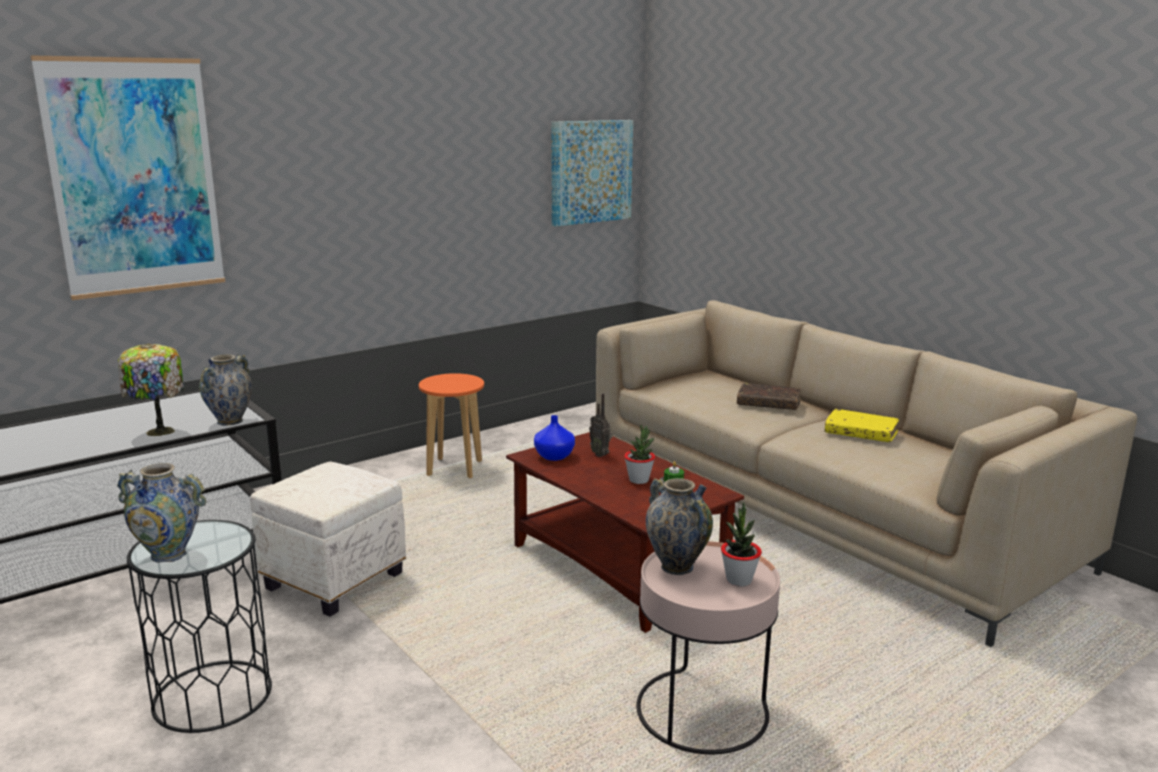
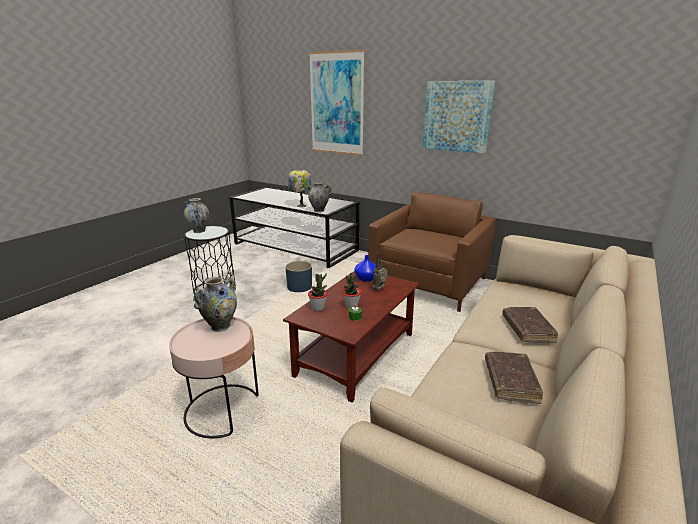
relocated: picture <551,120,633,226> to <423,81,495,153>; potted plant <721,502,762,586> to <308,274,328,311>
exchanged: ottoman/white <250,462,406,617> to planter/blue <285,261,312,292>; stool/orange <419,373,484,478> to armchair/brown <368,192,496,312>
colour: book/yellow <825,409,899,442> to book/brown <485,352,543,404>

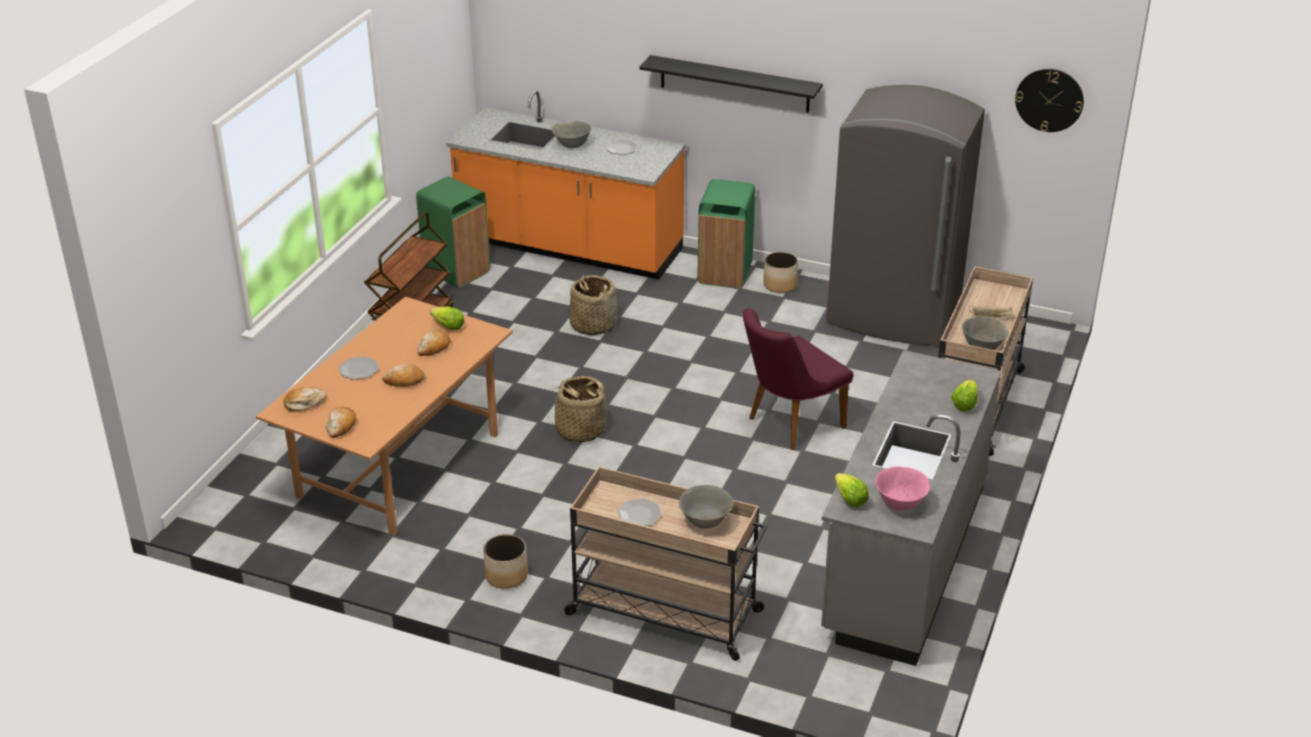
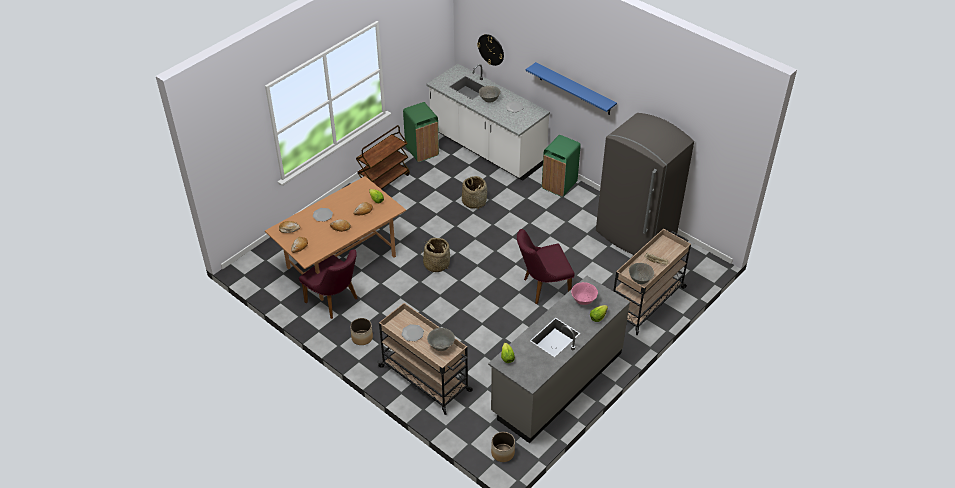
appeared: chair/purple <299,249,357,319>
relocated: planter <763,252,798,293> to <491,432,515,462>; bowl/pink <875,466,930,511> to <571,282,598,305>; wall clock <1015,69,1084,132> to <477,34,504,66>
colour: counter/orange <446,90,686,279> to counter/white <426,64,550,181>; shelf/black <639,55,823,113> to shelf/blue <526,62,617,115>

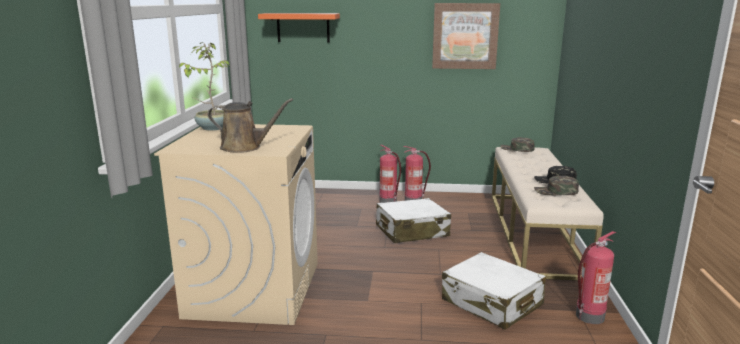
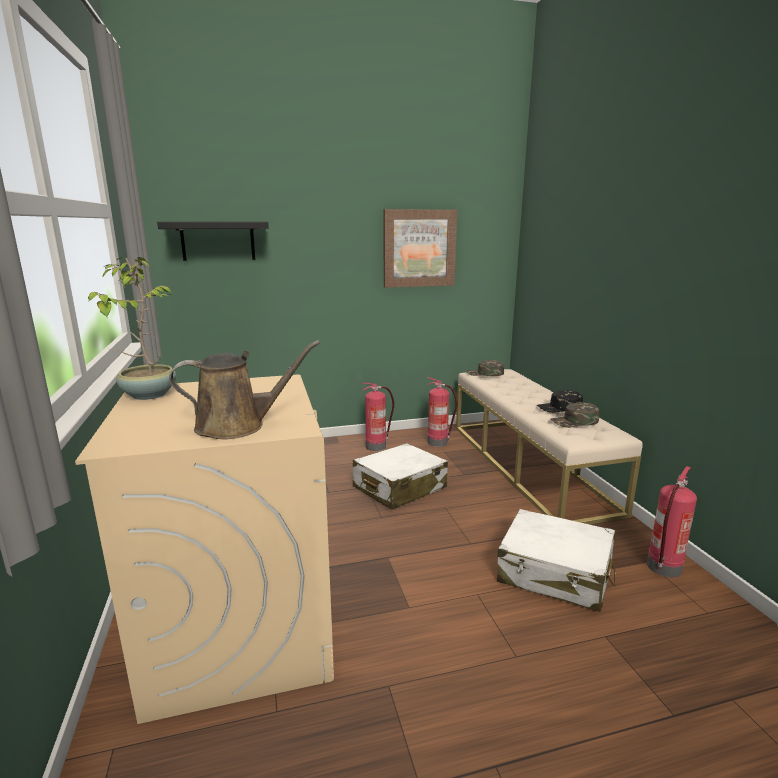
relocated: fire extinguisher <379,145,401,203> to <427,377,457,447>
colour: shelf/orange <258,13,340,42> to shelf/black <157,222,269,261>

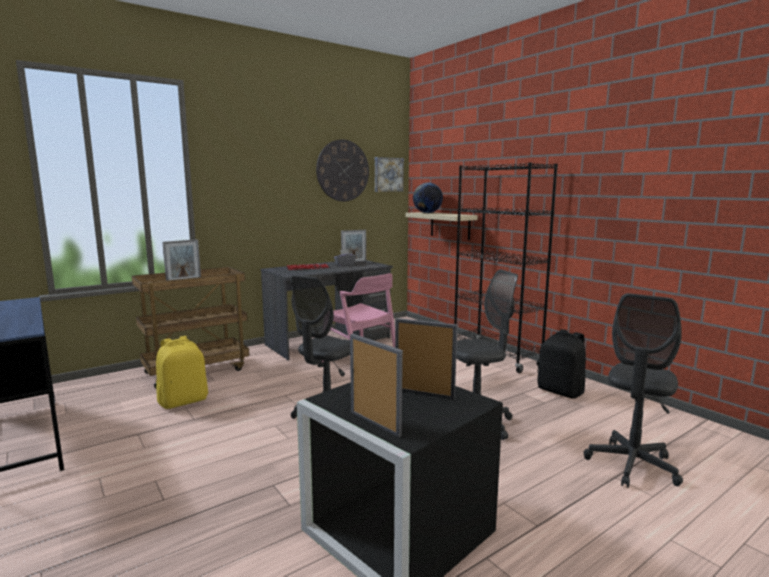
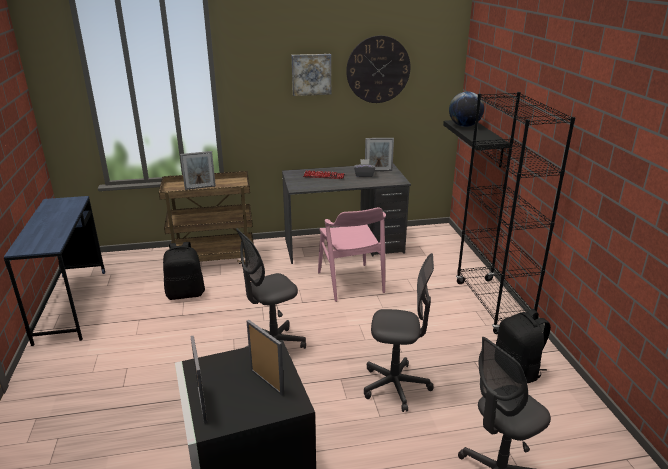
relocated: picture <375,157,404,192> to <291,54,331,96>
colour: backpack/yellow <156,336,208,409> to backpack/black <163,242,205,300>; shelf/beige <405,212,478,240> to shelf/black <443,120,510,168>

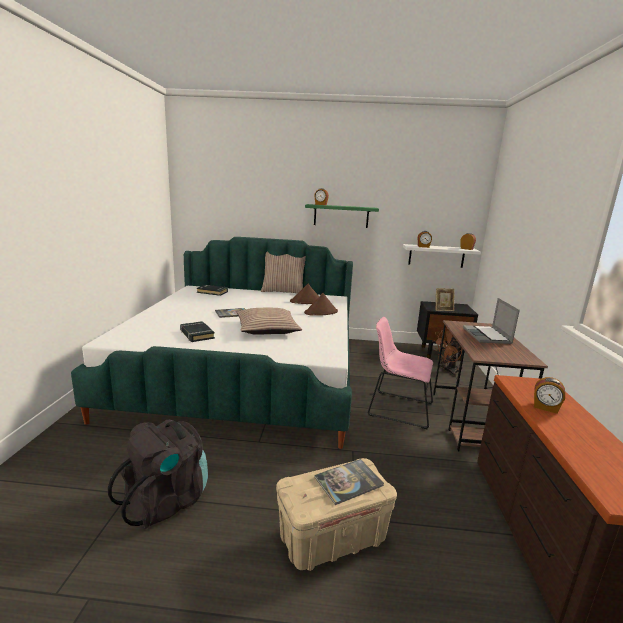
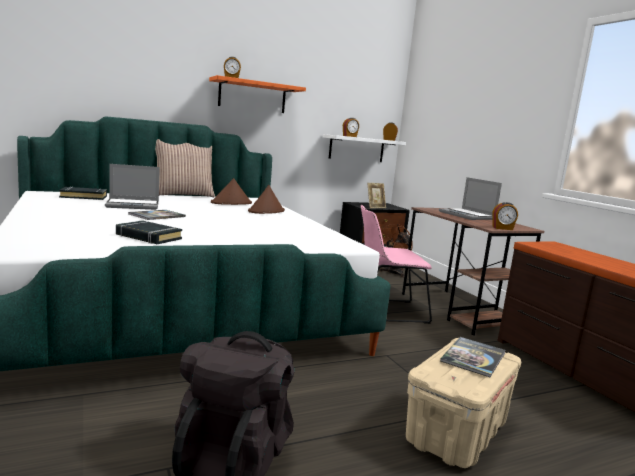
missing: pillow <237,308,302,335>
appeared: laptop <105,164,160,210>
relocated: alarm clock <534,377,565,414> to <492,202,518,230>
colour: shelf/green <305,204,379,228> to shelf/orange <209,75,306,113>

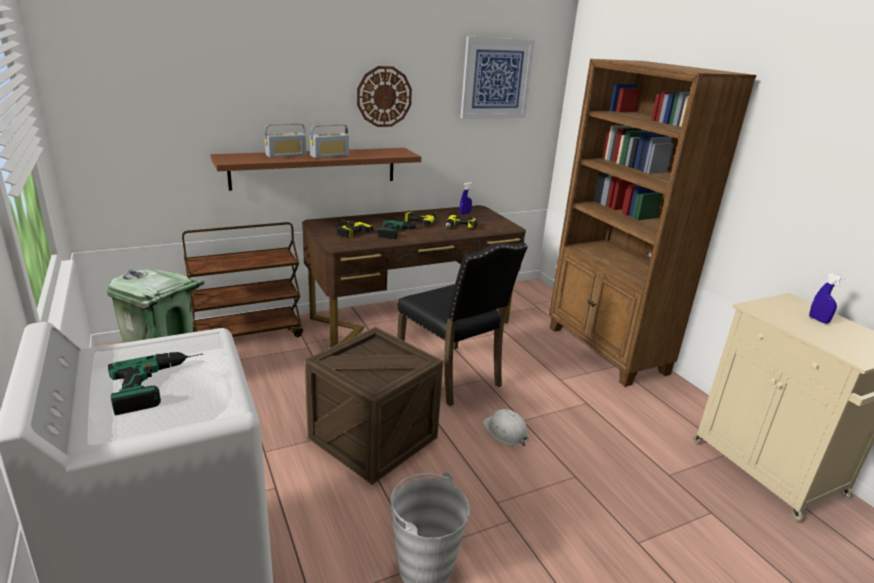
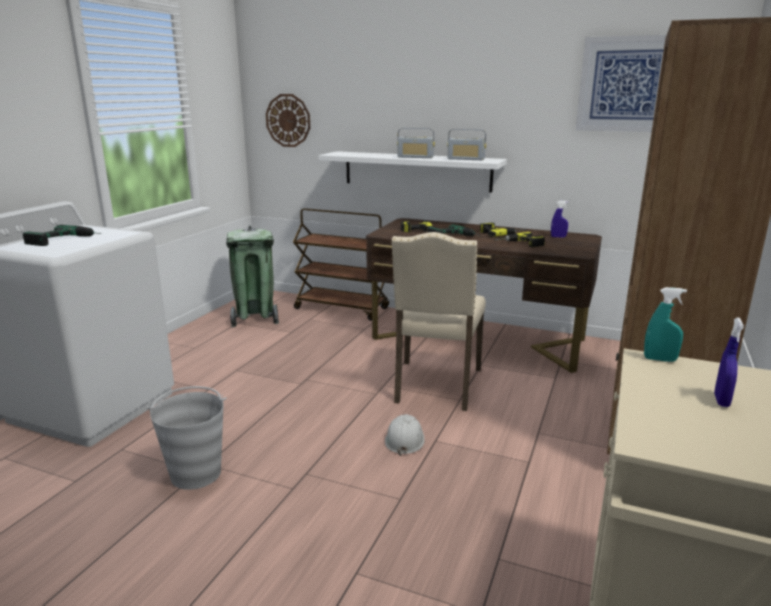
missing: crate <305,327,443,485>
appeared: spray bottle/turquoise <644,287,687,362>
relocated: radio <264,123,306,158> to <447,129,486,160>; wall clock <357,66,412,127> to <266,94,310,147>
colour: shelf/brown <211,148,421,191> to shelf/white <318,151,507,193>; chair/black <397,242,528,406> to chair/beige <391,232,486,411>

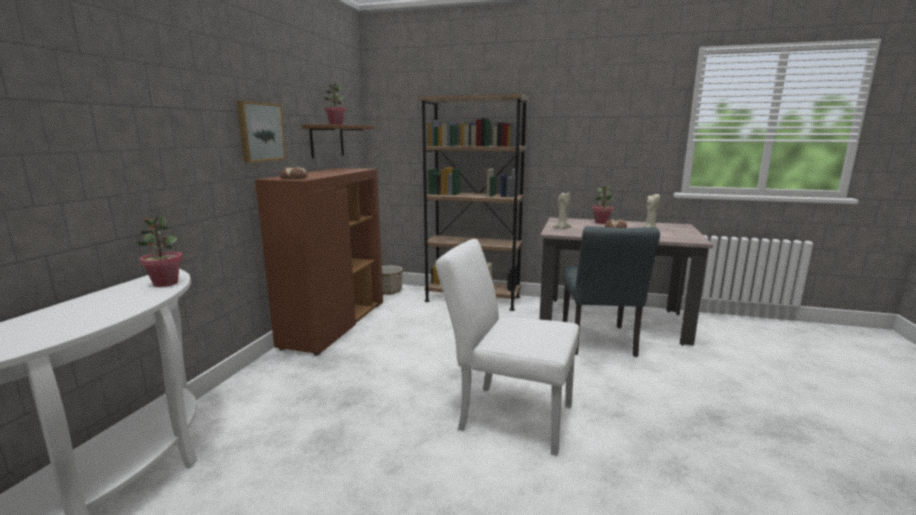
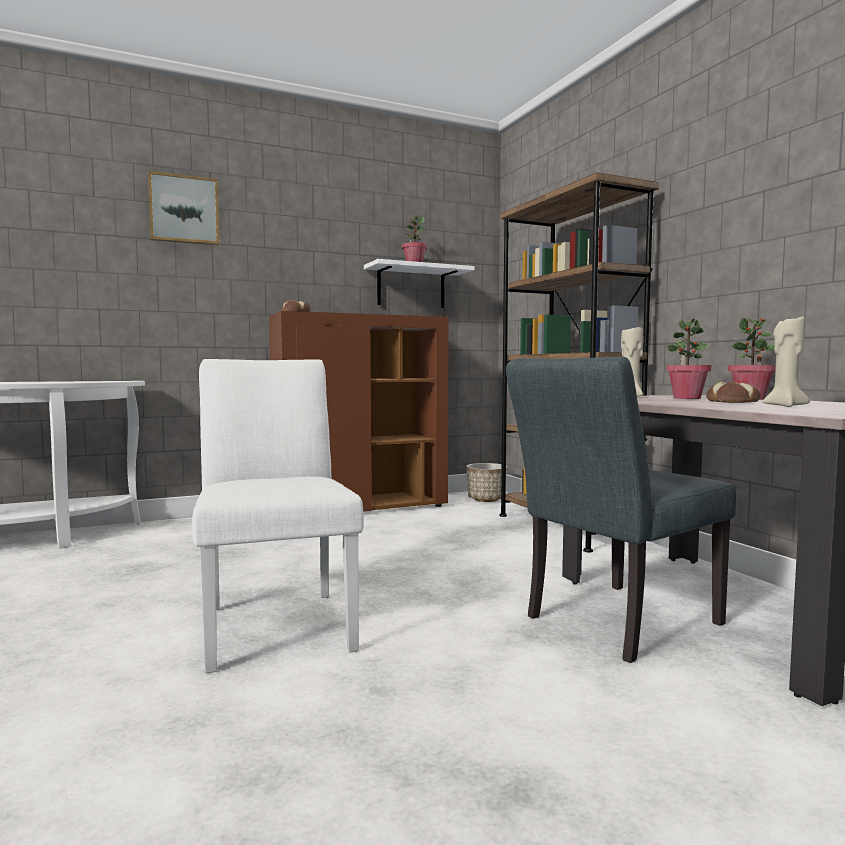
relocated: potted plant <137,215,183,287> to <666,319,711,399>; picture <237,101,286,163> to <148,171,219,245>
colour: shelf/brown <302,125,374,158> to shelf/white <364,259,474,308>

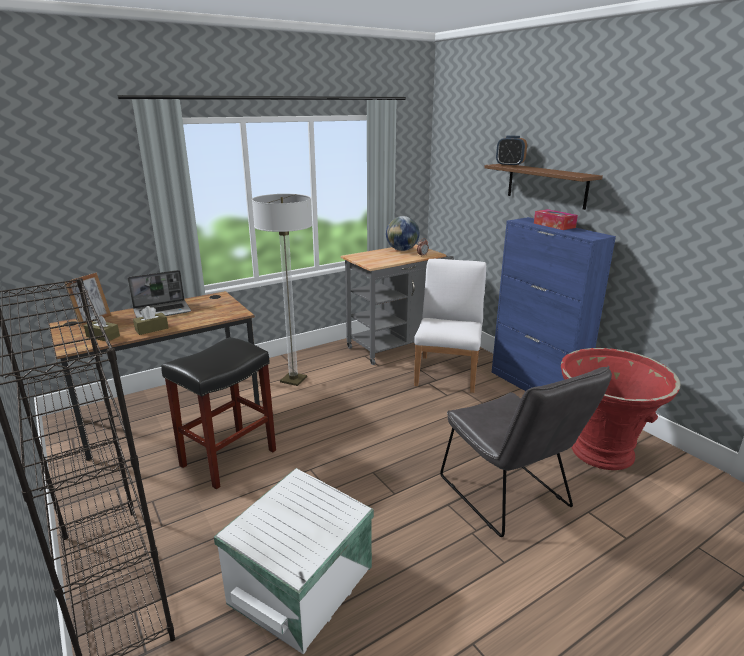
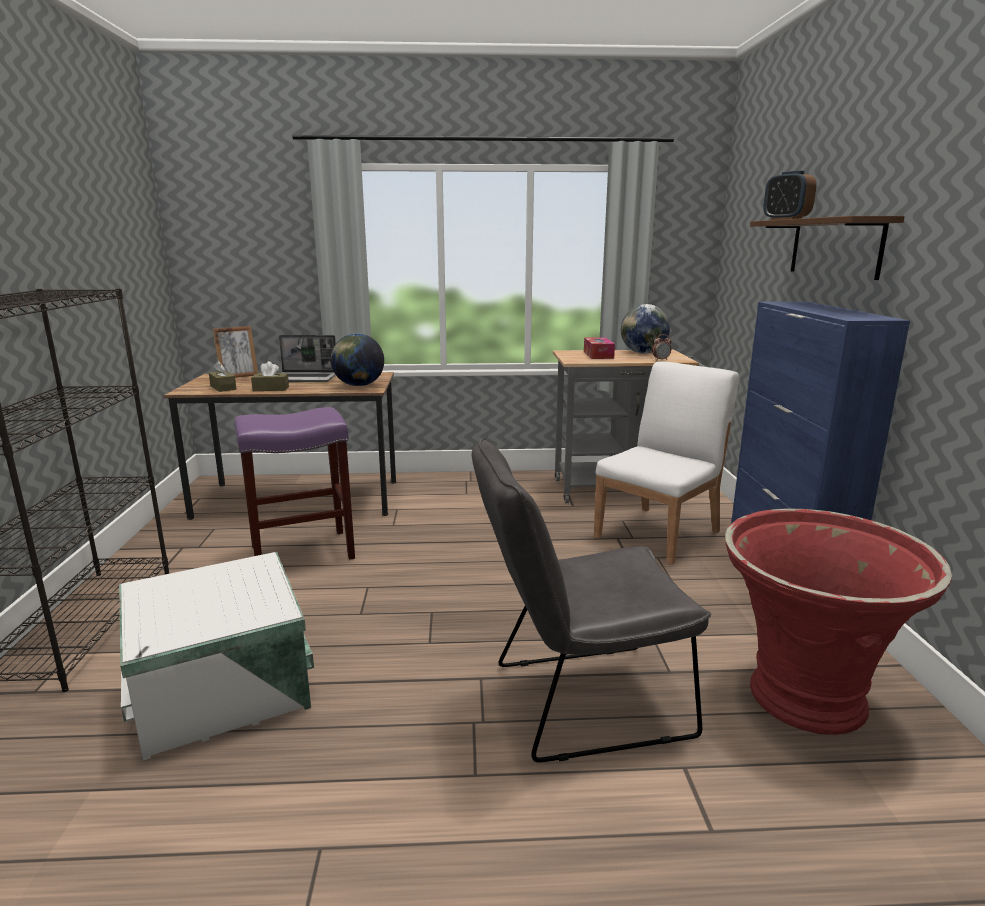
missing: floor lamp <252,194,313,386>
appeared: globe <331,334,384,386>
relocated: tissue box <534,209,578,230> to <584,337,615,359>
colour: stool/black <161,337,276,489> to stool/purple <234,407,355,560>
spun: chair/grey <440,366,612,537> = <472,438,711,763> 75 degrees clockwise

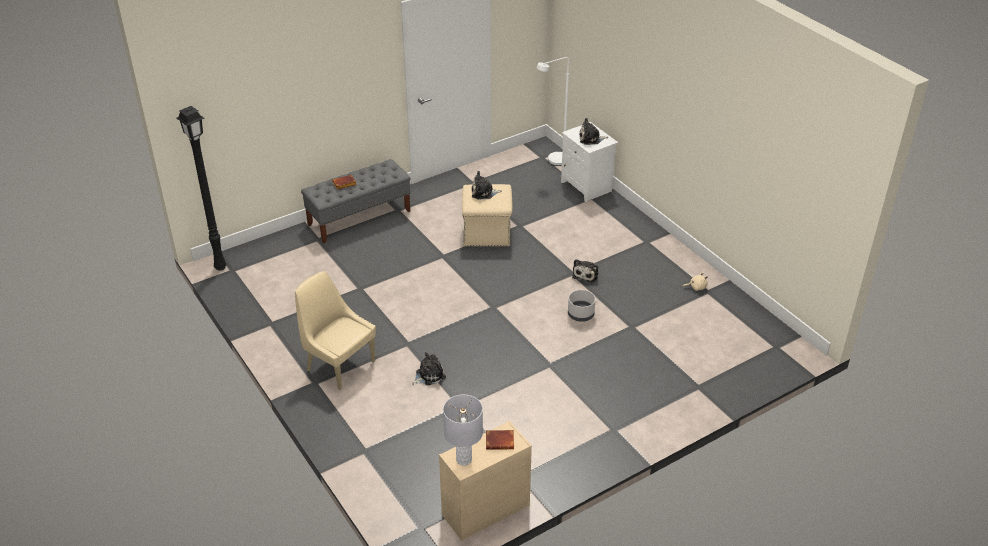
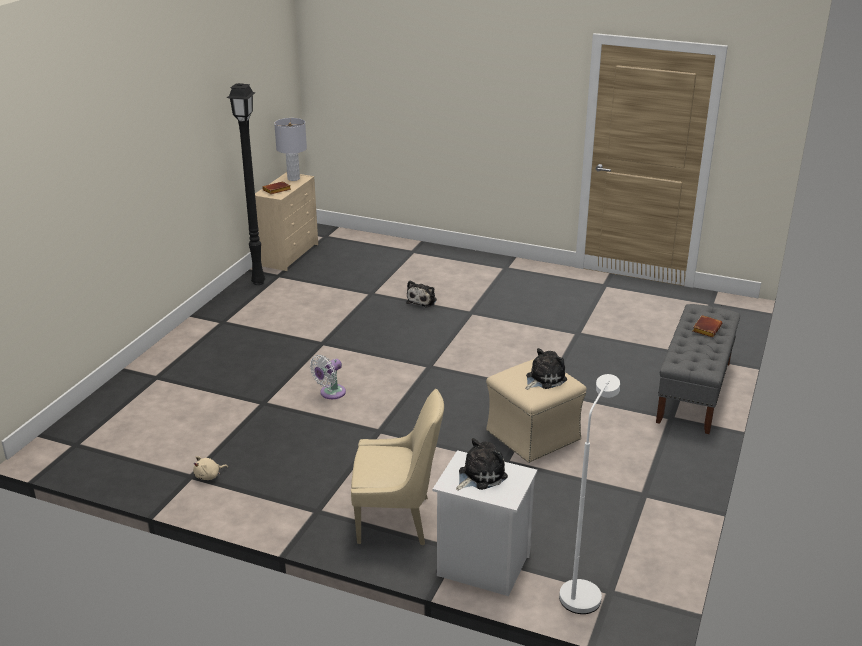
missing: plush toy <572,259,599,283>
relocated: floor lamp/black <176,106,227,271> to <227,83,265,285>; chair/beige <295,271,376,390> to <351,389,444,545>
exchanged: planter/grey <568,290,596,322> to fan/white <310,355,346,399>

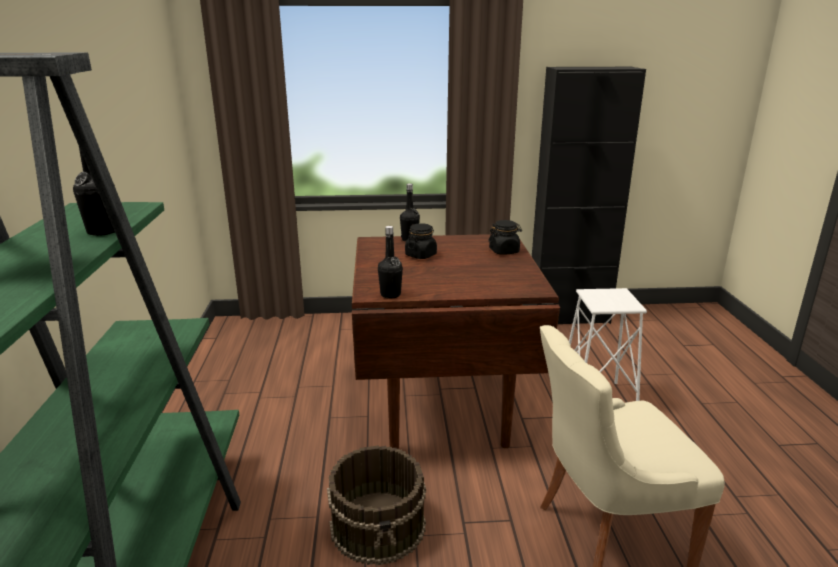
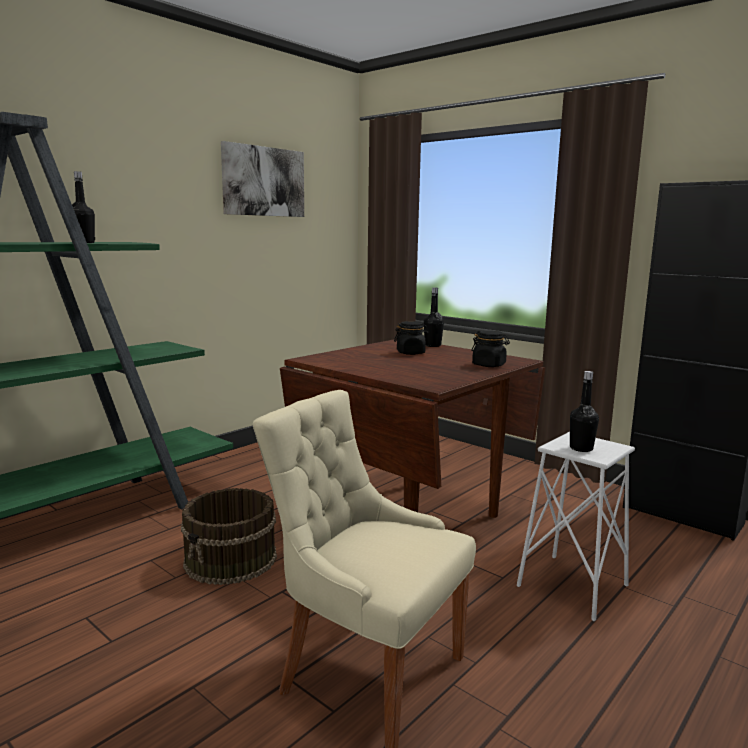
appeared: picture <221,141,304,217>
relocated: bottle/black <378,226,403,299> to <570,371,599,452>

